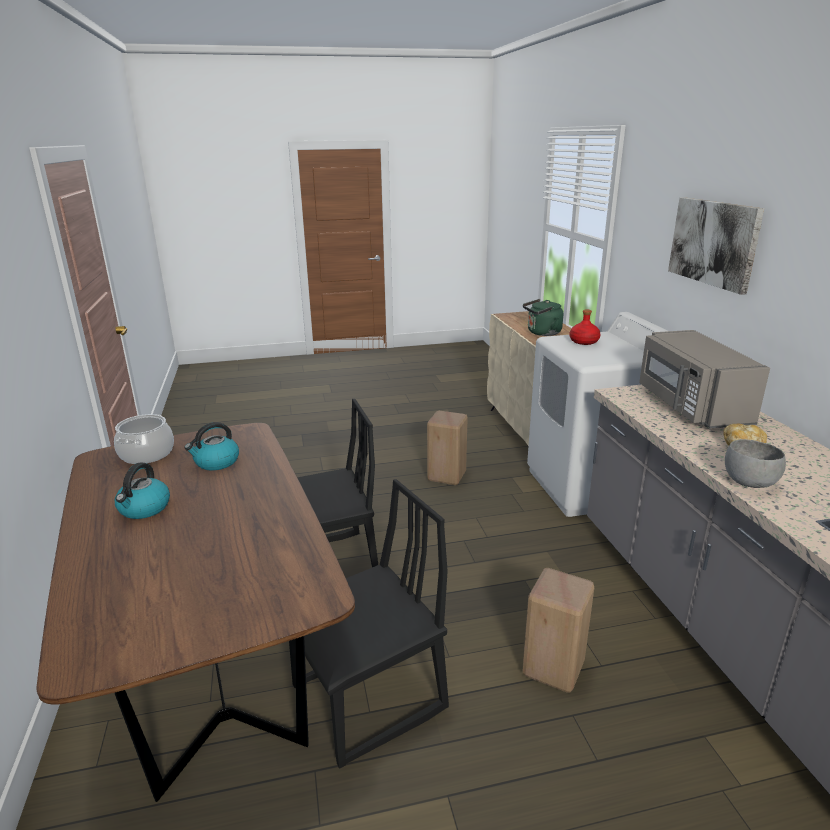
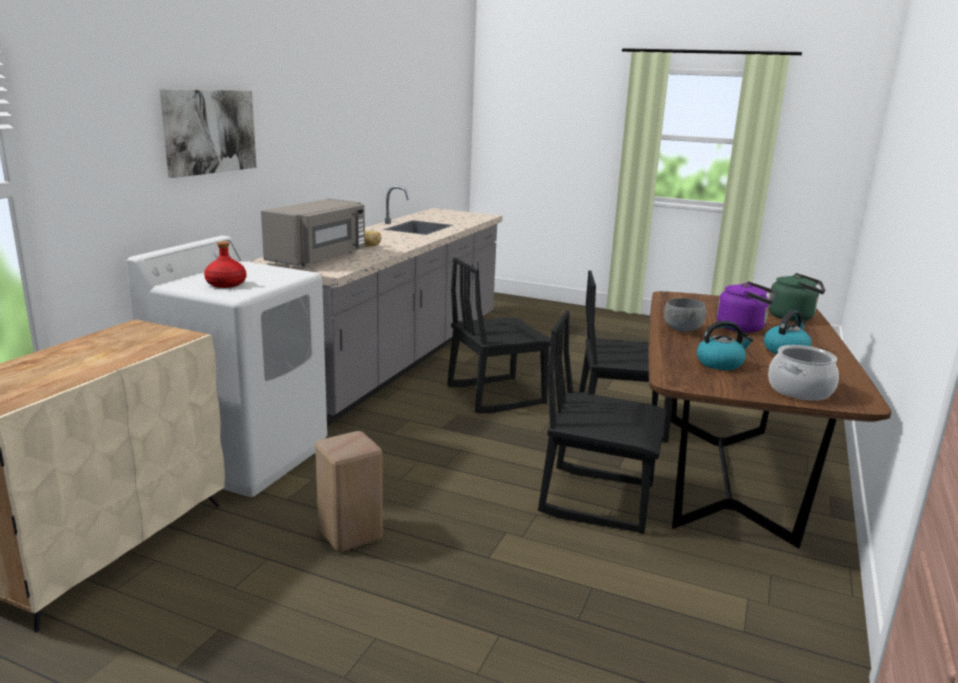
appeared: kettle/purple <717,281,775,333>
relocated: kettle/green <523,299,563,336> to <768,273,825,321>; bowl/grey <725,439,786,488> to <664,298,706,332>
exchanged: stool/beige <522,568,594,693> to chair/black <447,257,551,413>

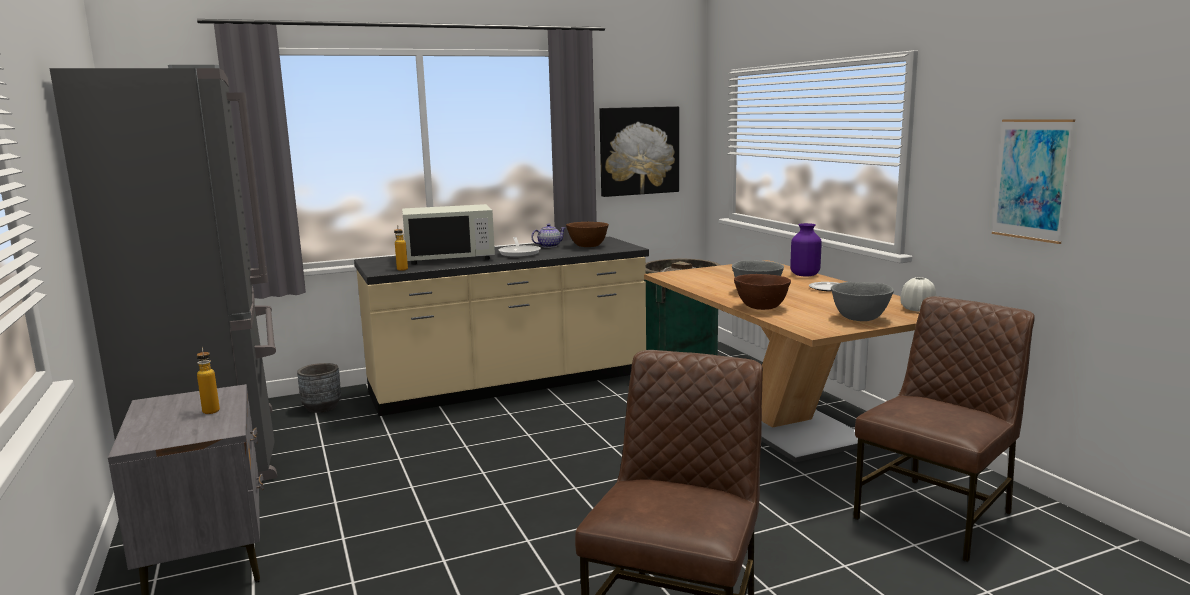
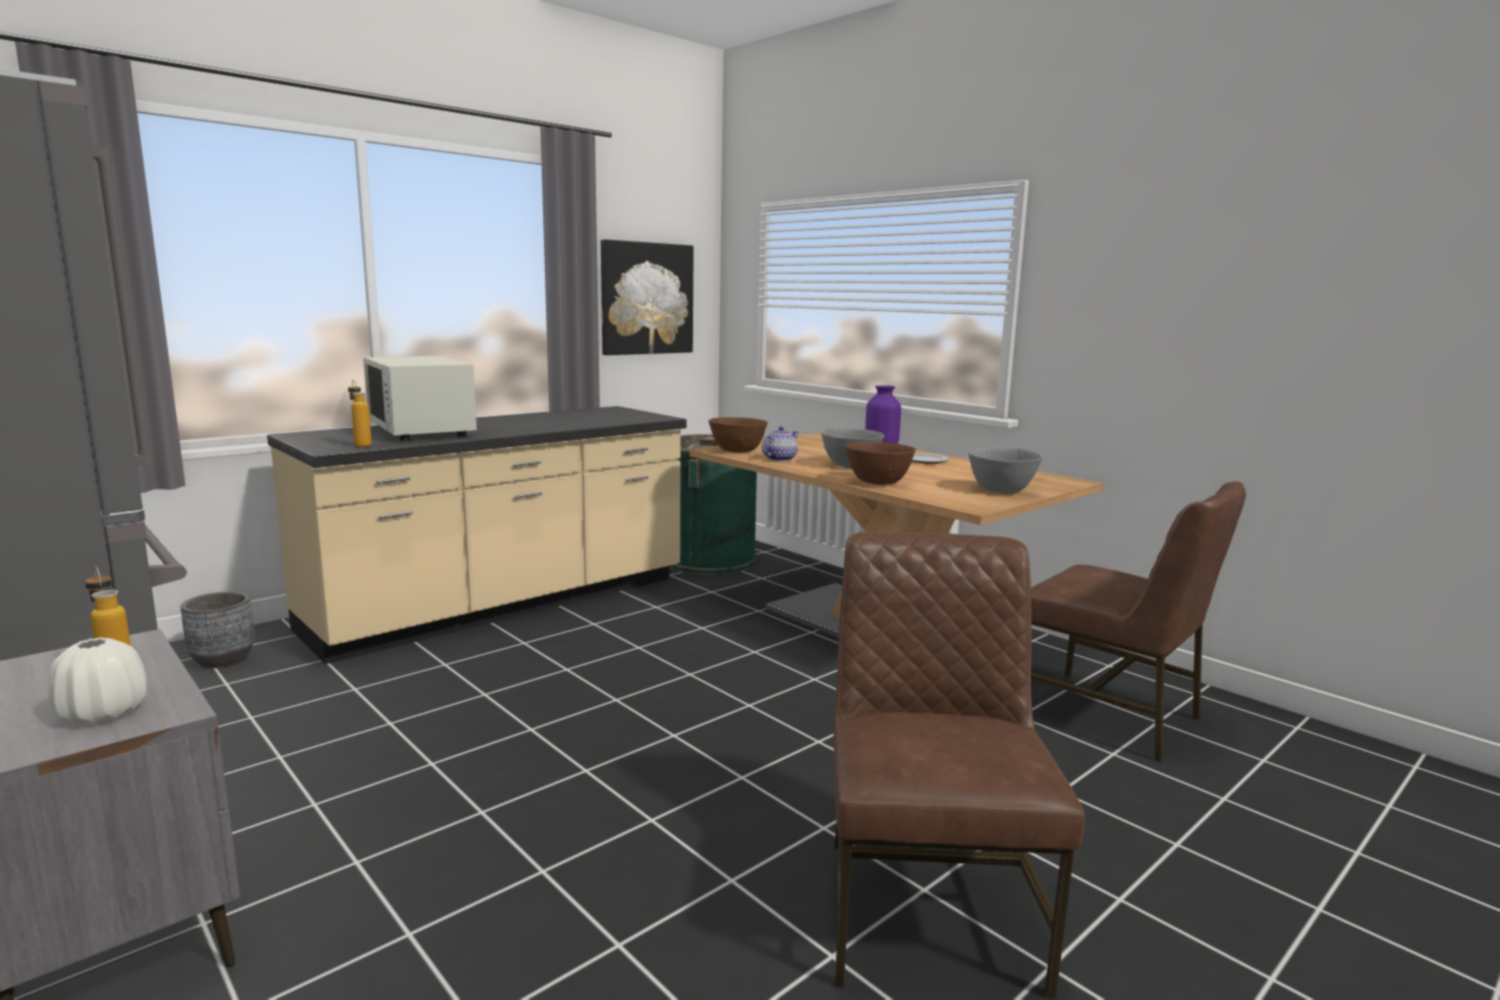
missing: frying pan <498,237,541,257>; picture <992,119,1075,244>
relocated: teapot <531,224,566,248> to <762,426,798,461>; bowl/brown <566,222,609,247> to <709,417,768,453>; vase/white <900,277,936,311> to <48,638,147,725>
spun: microwave/white <402,204,495,265> = <363,356,477,441> 90 degrees clockwise; chair/brown <853,296,1035,563> = <1031,481,1246,762> 105 degrees clockwise

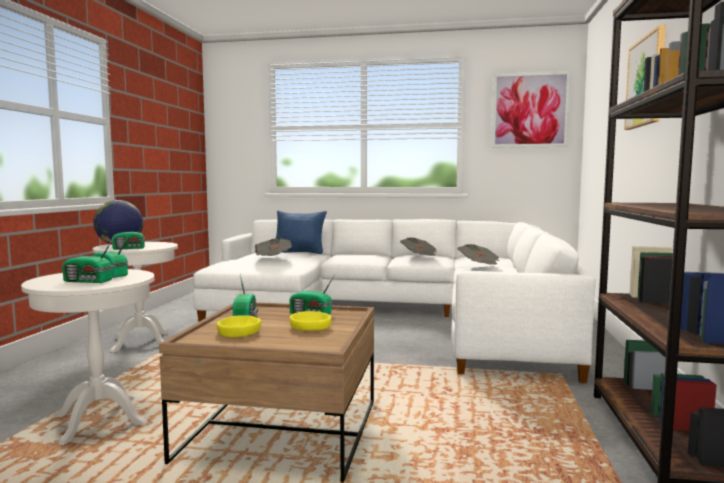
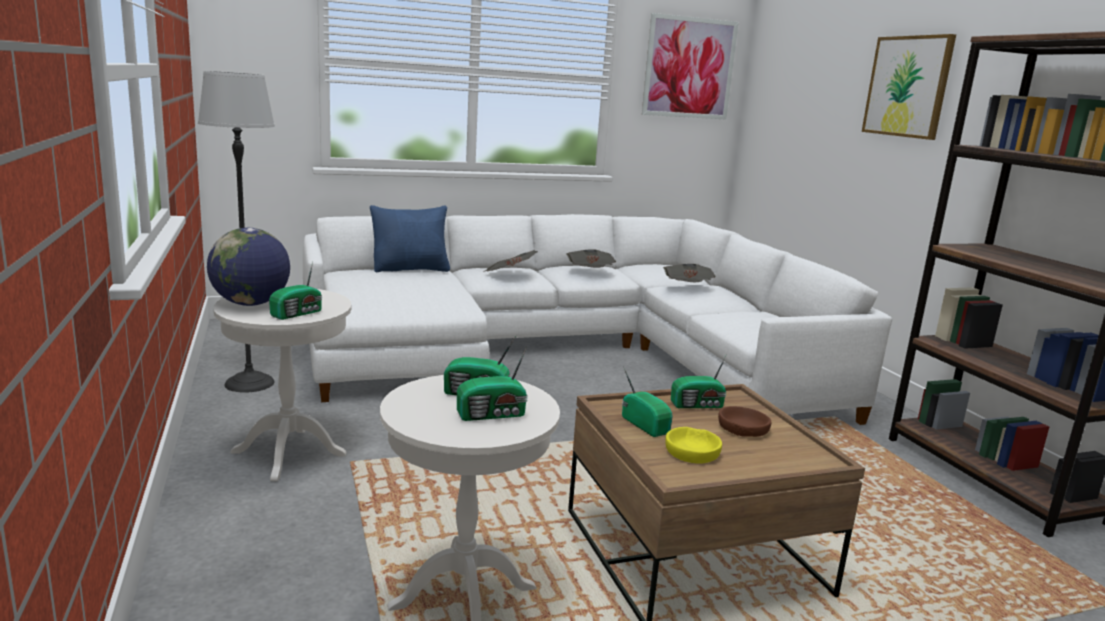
appeared: floor lamp <198,71,275,393>
relocated: newspaper <255,238,292,256> to <484,250,538,272>
colour: bowl/yellow <290,311,332,331> to bowl/brown <718,406,771,437>

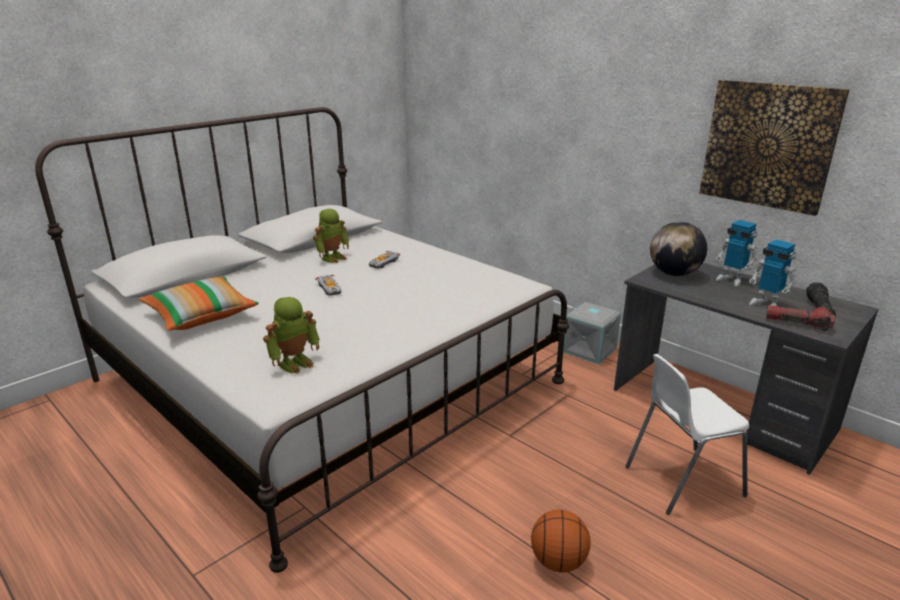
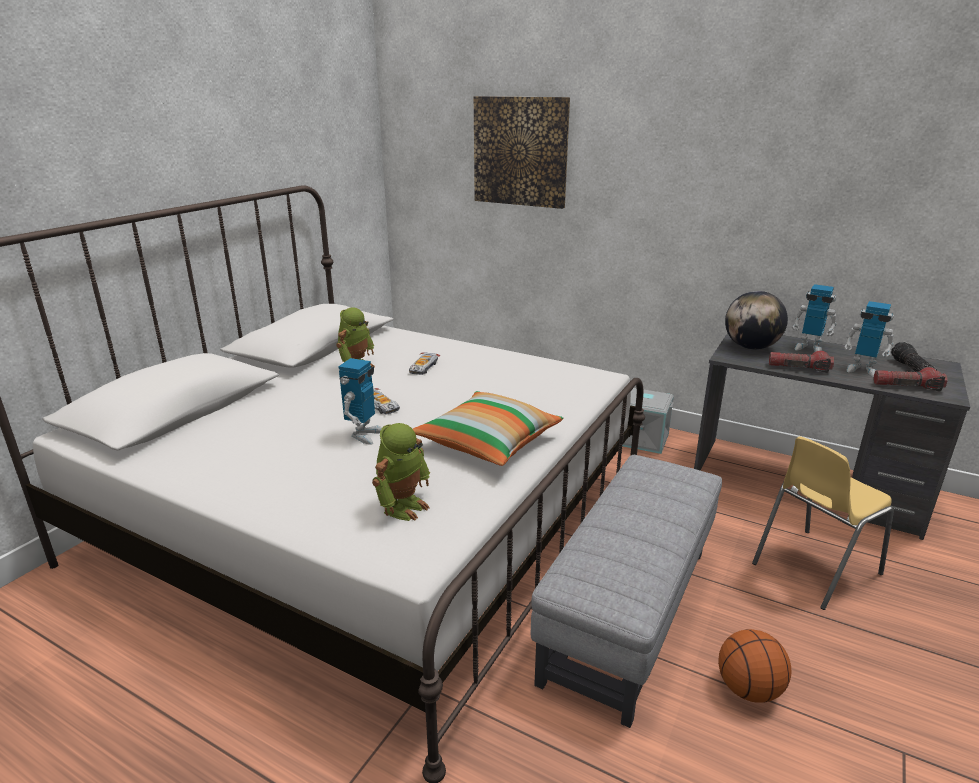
appeared: toy robot <338,358,382,445>; ottoman/grey <531,455,722,728>; flashlight <769,350,834,373>
relocated: pillow <139,277,259,331> to <413,391,563,466>; picture <699,80,850,216> to <474,96,570,209>
colour: chair/white <625,354,749,515> to chair/yellow <752,436,894,610>

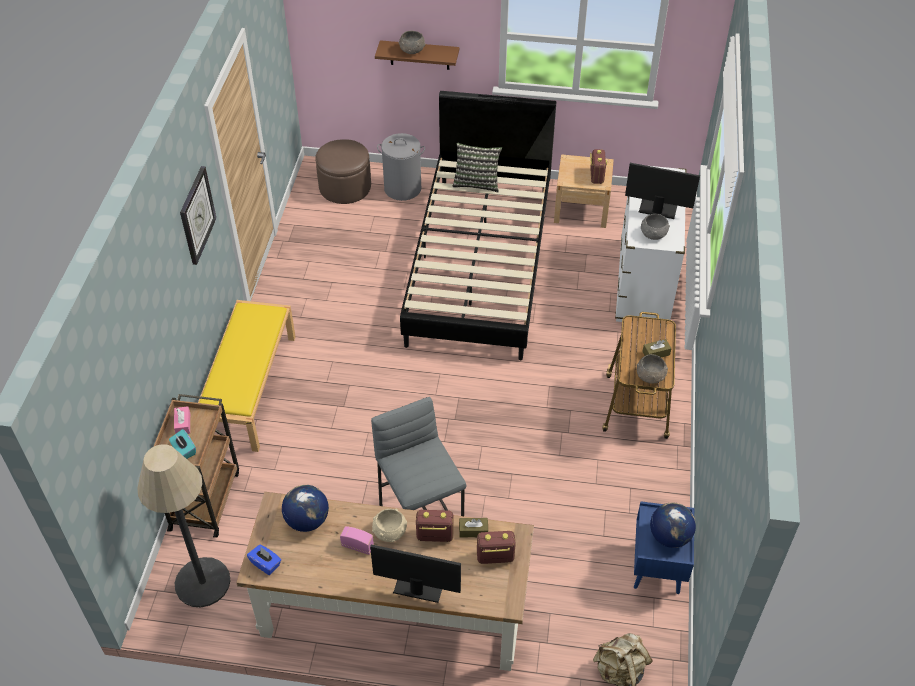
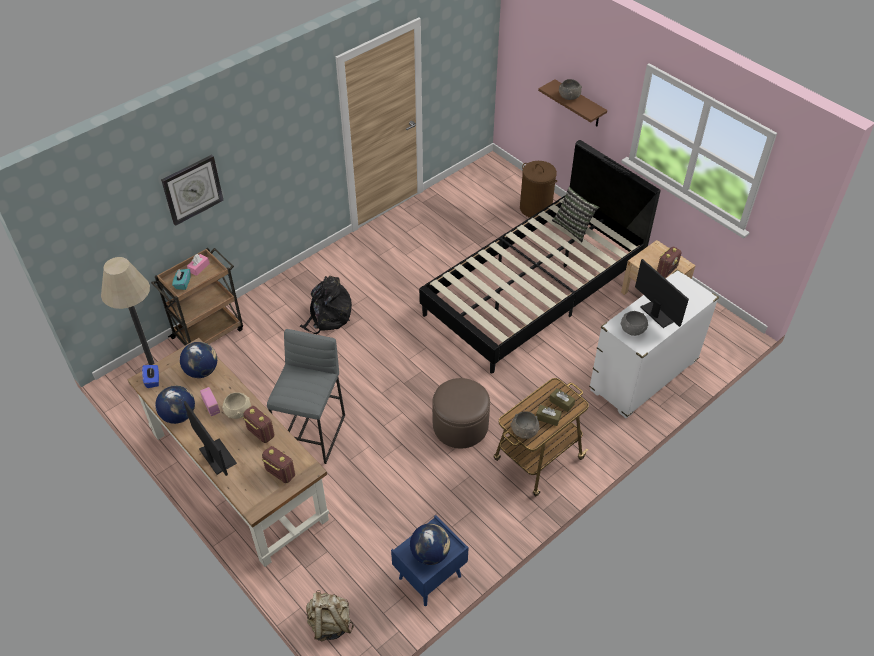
missing: bench/yellow <198,300,296,452>
appeared: globe <155,385,195,424>; backpack/black <300,276,352,334>
relocated: wall clock <180,166,217,265> to <161,155,224,226>; ottoman/brown <315,139,371,204> to <432,378,490,448>; tissue box/brown <459,518,488,537> to <549,388,575,412>
colour: laundry basket/grey <377,133,425,201> to laundry basket/brown <520,161,558,218>

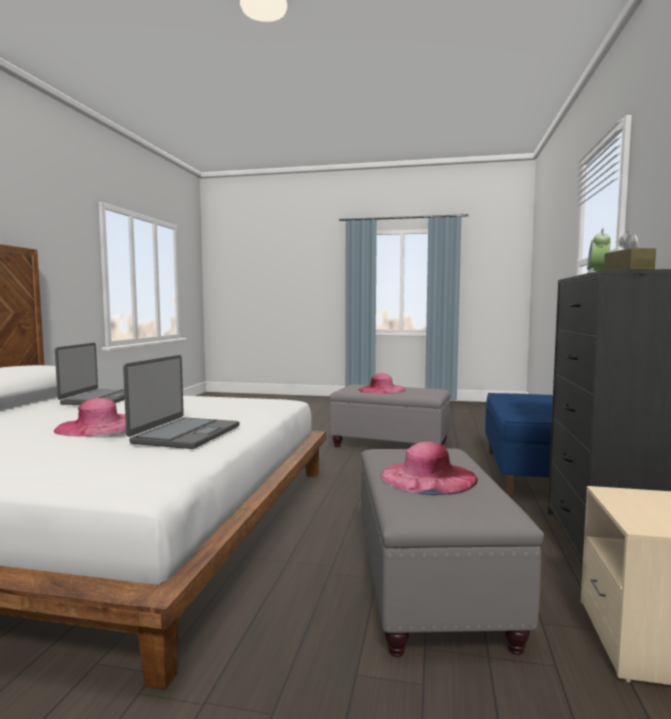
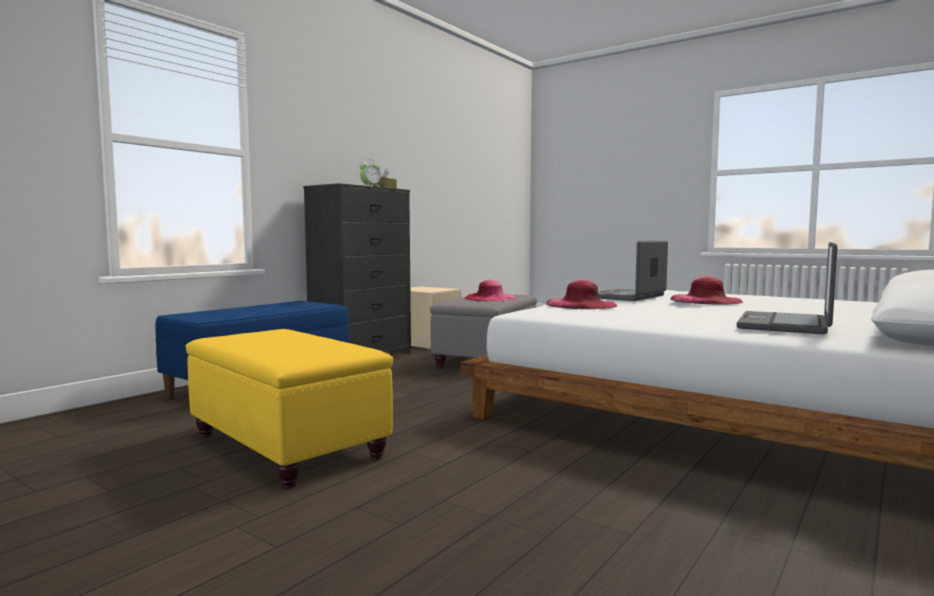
relocated: hat/pink <358,373,405,394> to <546,280,617,309>
colour: ottoman/grey <329,384,451,447> to ottoman/yellow <186,329,393,489>

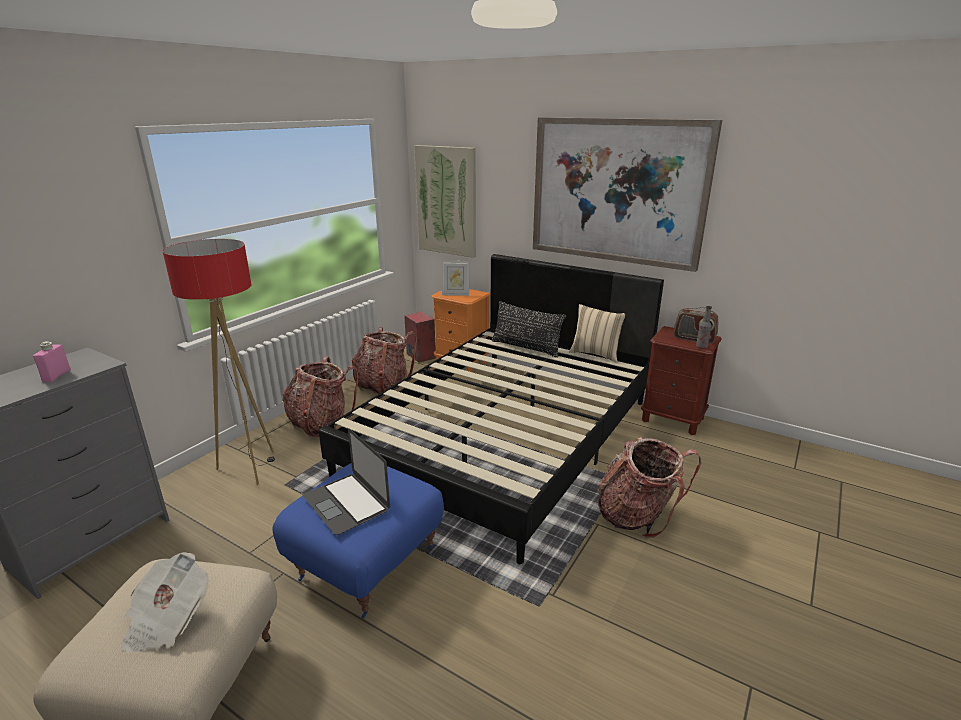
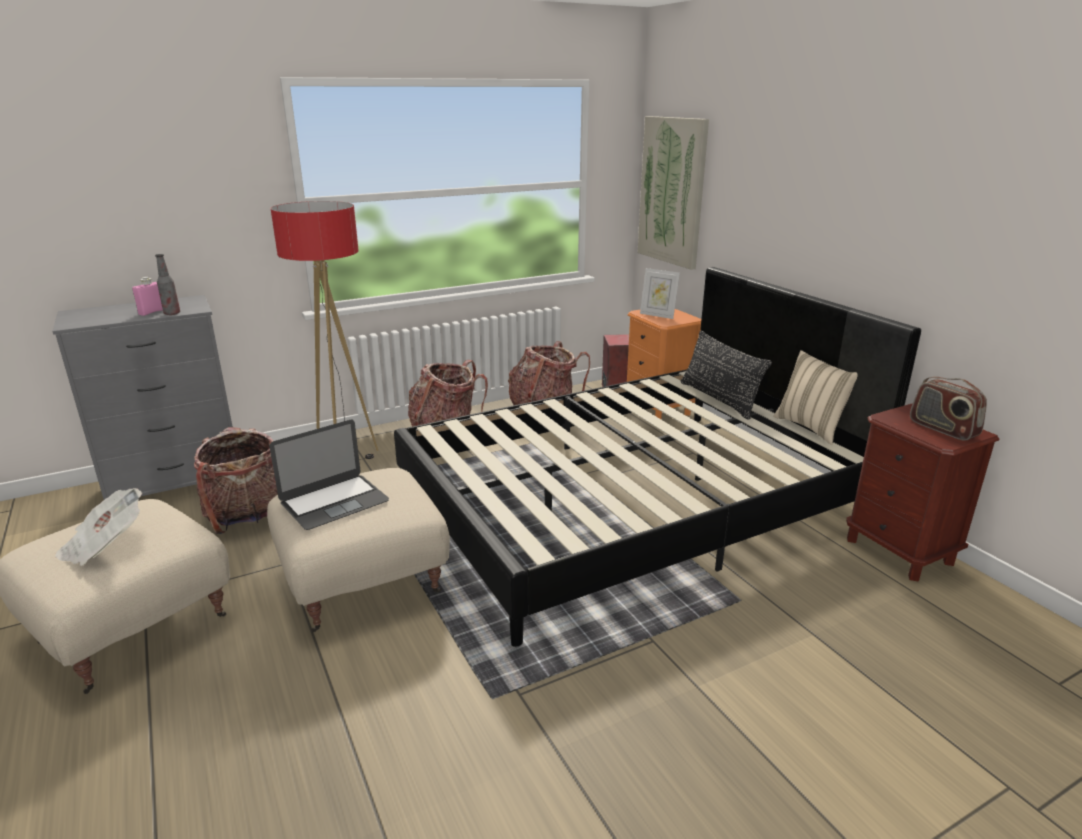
missing: picture <533,117,722,272>
relocated: backpack <598,437,701,538> to <194,427,278,534>; bottle <696,306,712,349> to <155,254,180,315>
colour: ottoman/blue <272,463,444,619> to ottoman/beige <267,468,450,633>
spun: laptop <303,429,390,535> = <270,420,389,530> 120 degrees counterclockwise

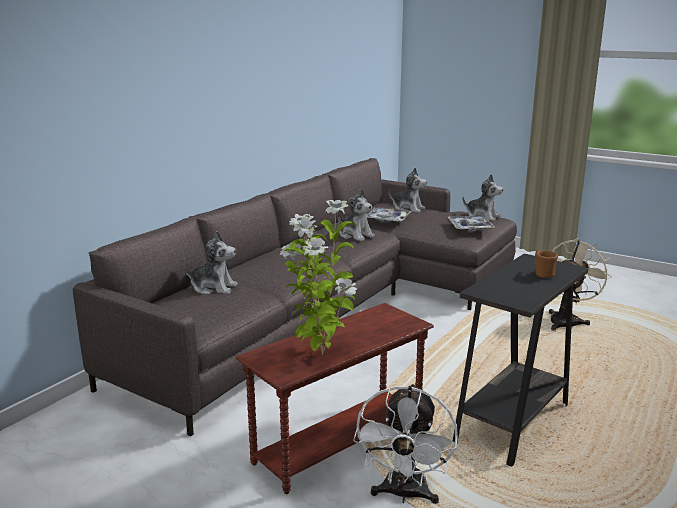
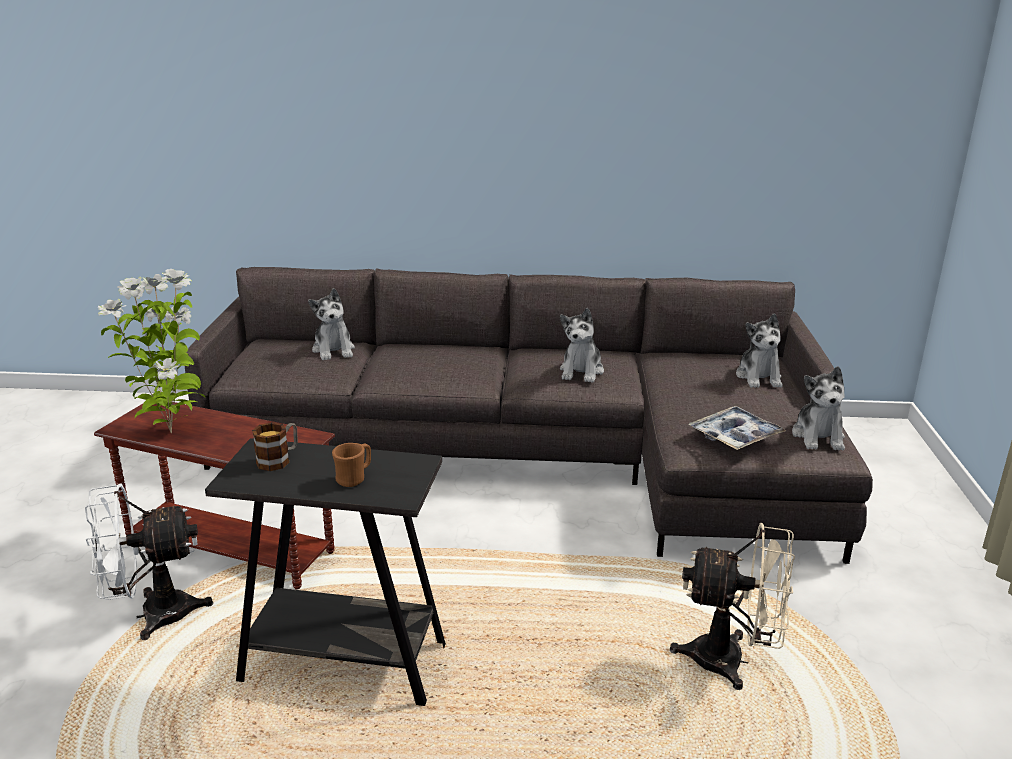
missing: tray <366,207,411,222>
appeared: mug <252,422,298,471>

